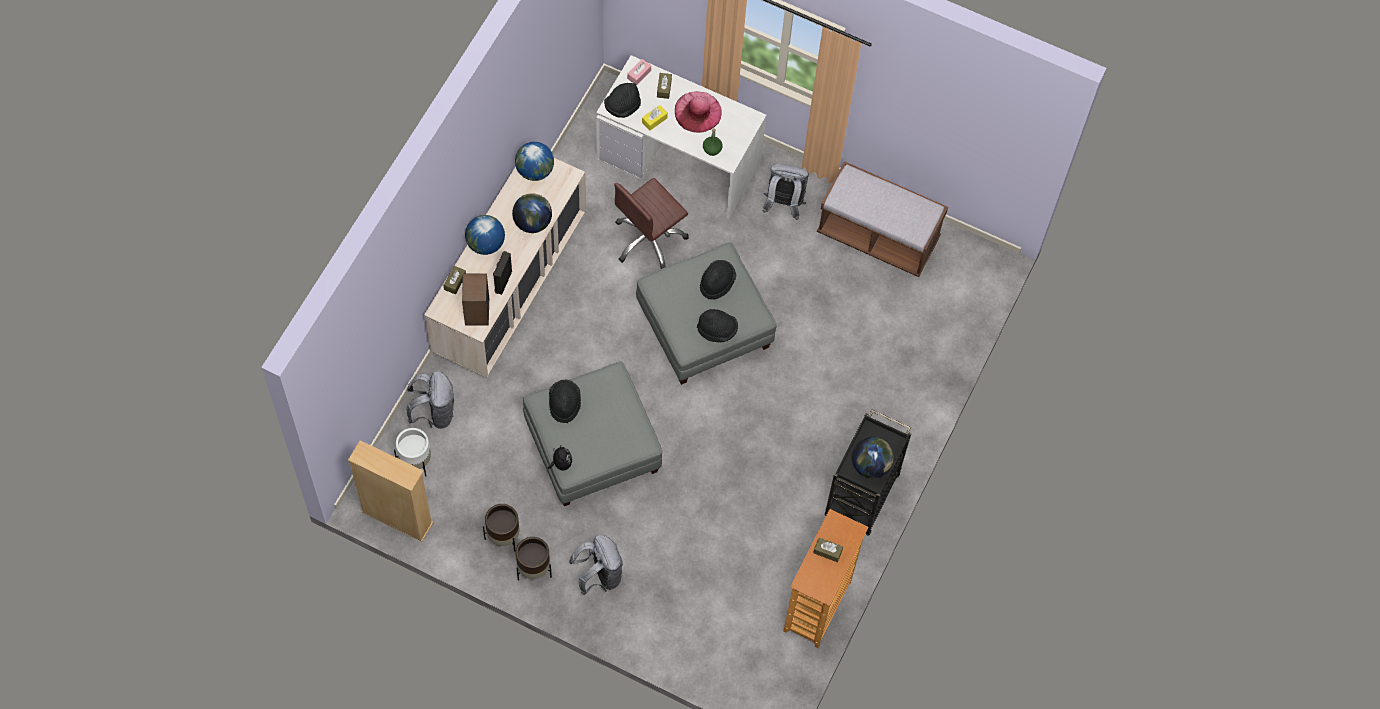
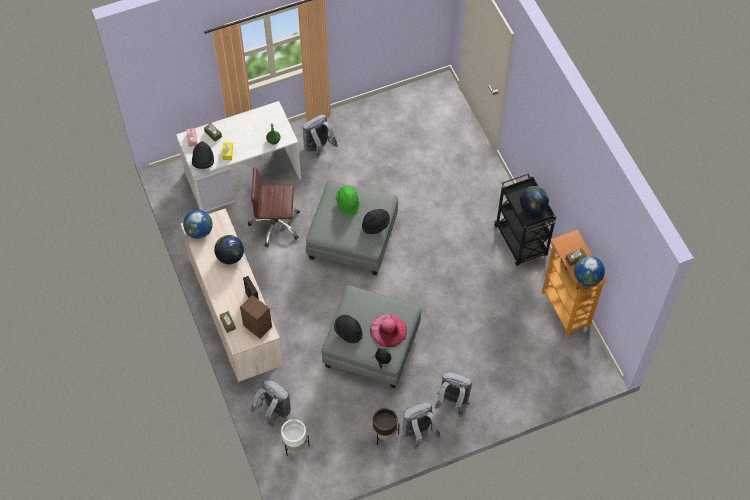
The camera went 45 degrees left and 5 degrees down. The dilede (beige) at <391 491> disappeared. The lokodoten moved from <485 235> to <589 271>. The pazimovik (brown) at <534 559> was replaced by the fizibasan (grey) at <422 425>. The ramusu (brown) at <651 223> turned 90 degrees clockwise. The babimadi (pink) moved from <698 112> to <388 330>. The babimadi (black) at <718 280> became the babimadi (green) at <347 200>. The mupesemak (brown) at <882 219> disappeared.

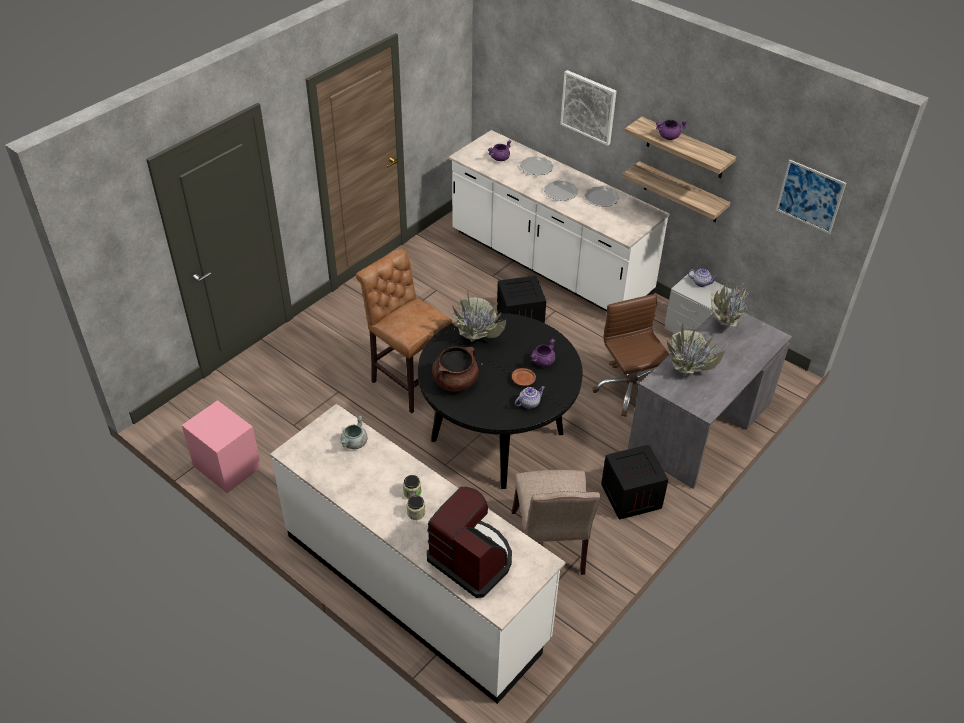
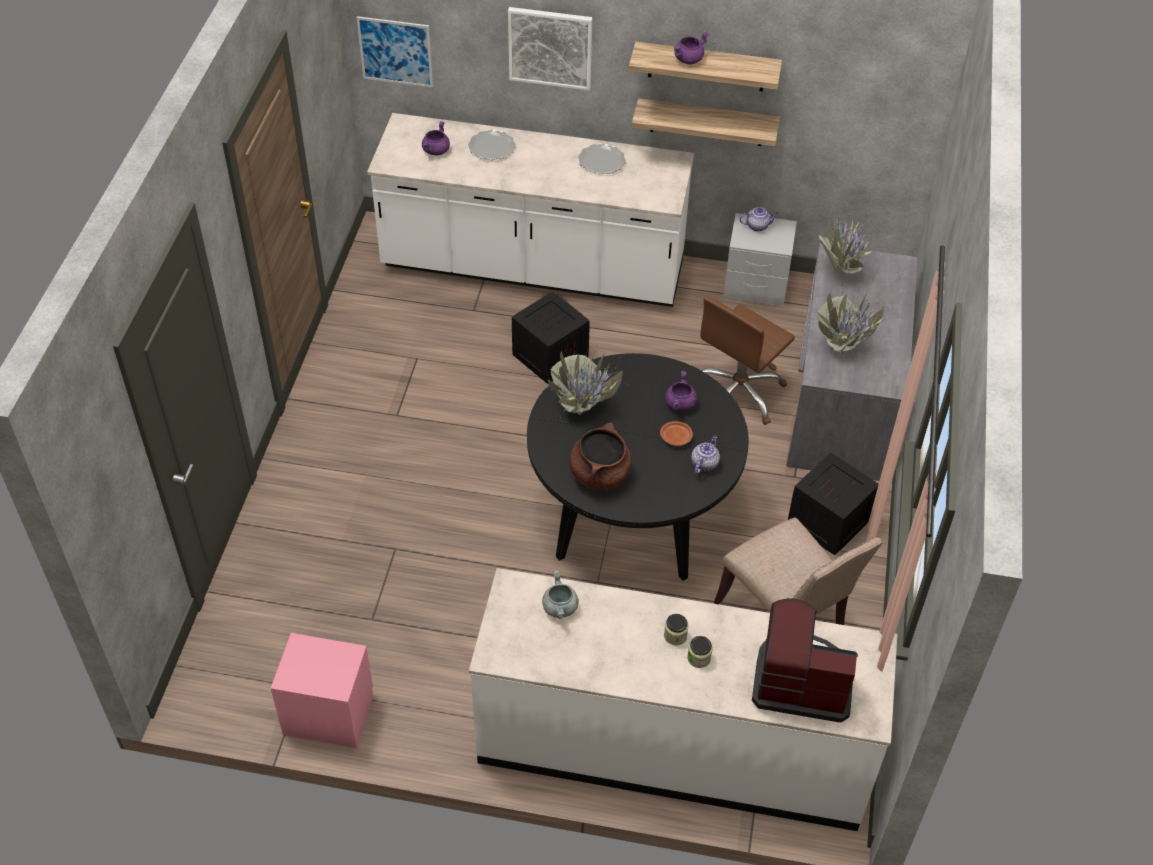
The camera went 30 degrees left and 5 degrees up. The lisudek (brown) at <404 330> disappeared. The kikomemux at <561 191> disappeared. The ramusu (brown) at <631 355> turned 90 degrees counterclockwise. The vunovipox moved from <811 197> to <395 52>.

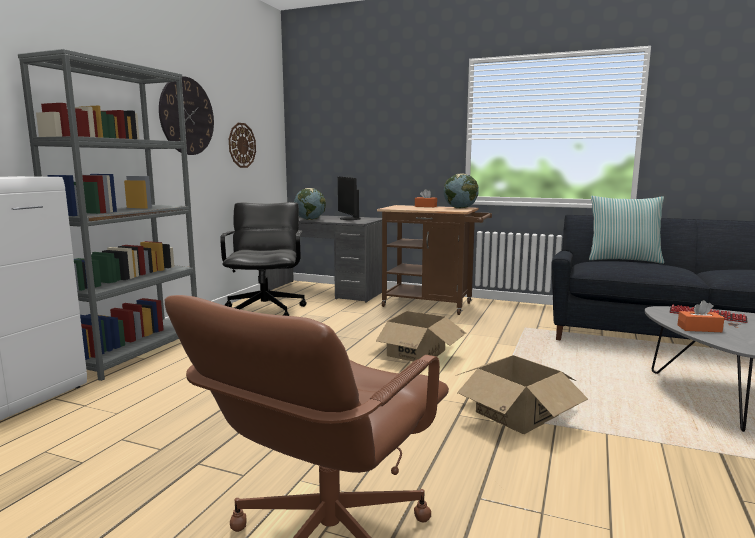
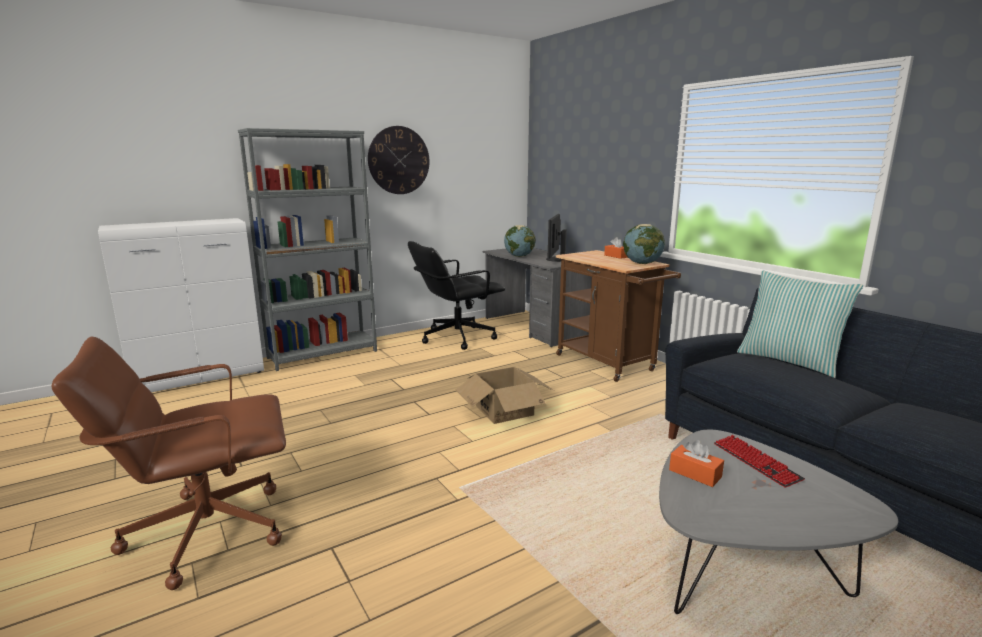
The camera went 35 degrees right and 5 degrees up. The ramusu (black) at <263 259> turned 150 degrees counterclockwise. The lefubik at <242 145> disappeared. The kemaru at <521 394> disappeared.

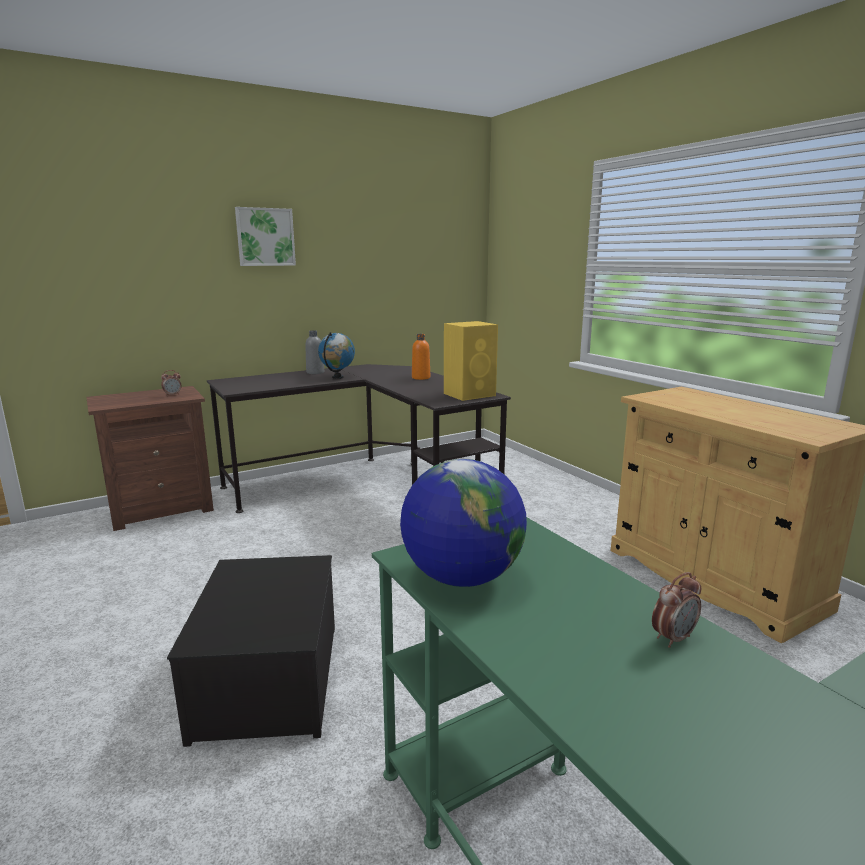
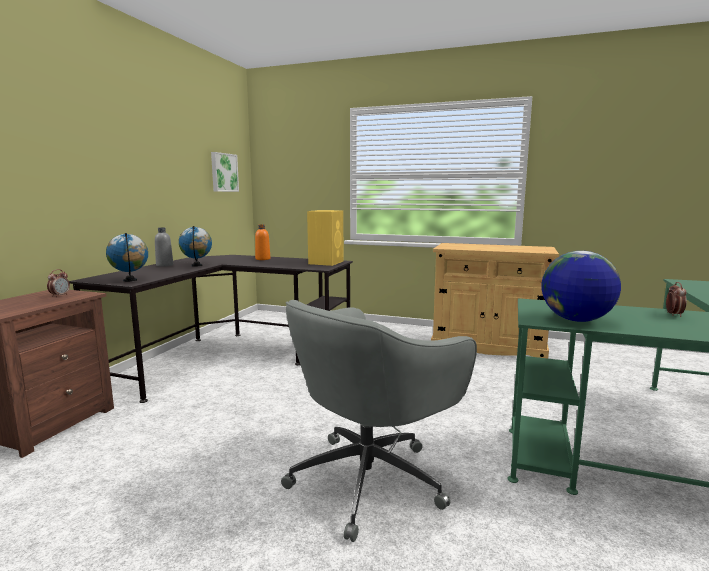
The camera went 40 degrees left and 5 degrees down. The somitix at <251 651> was replaced by the ramusu (grey) at <379 421>. The vunovipox moved from <265 236> to <225 172>. The lokodoten at <127 257> appeared.

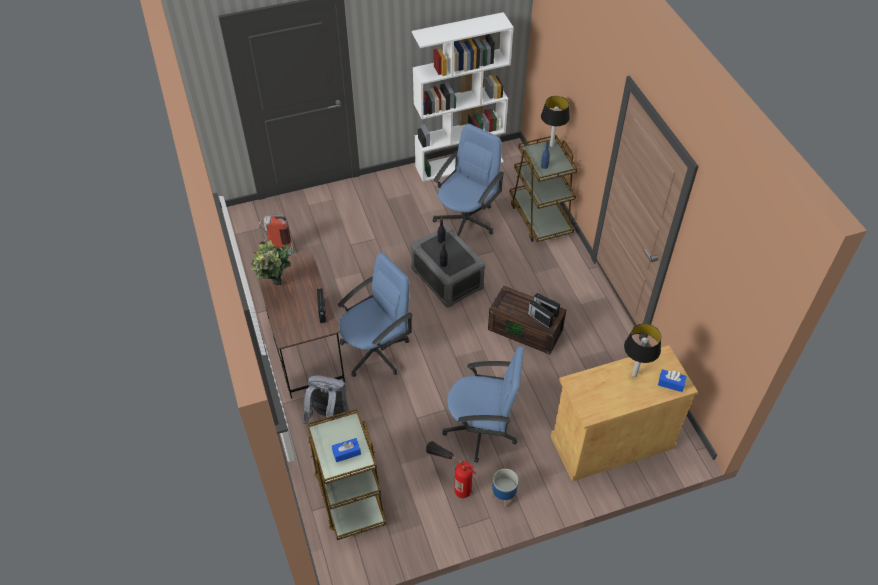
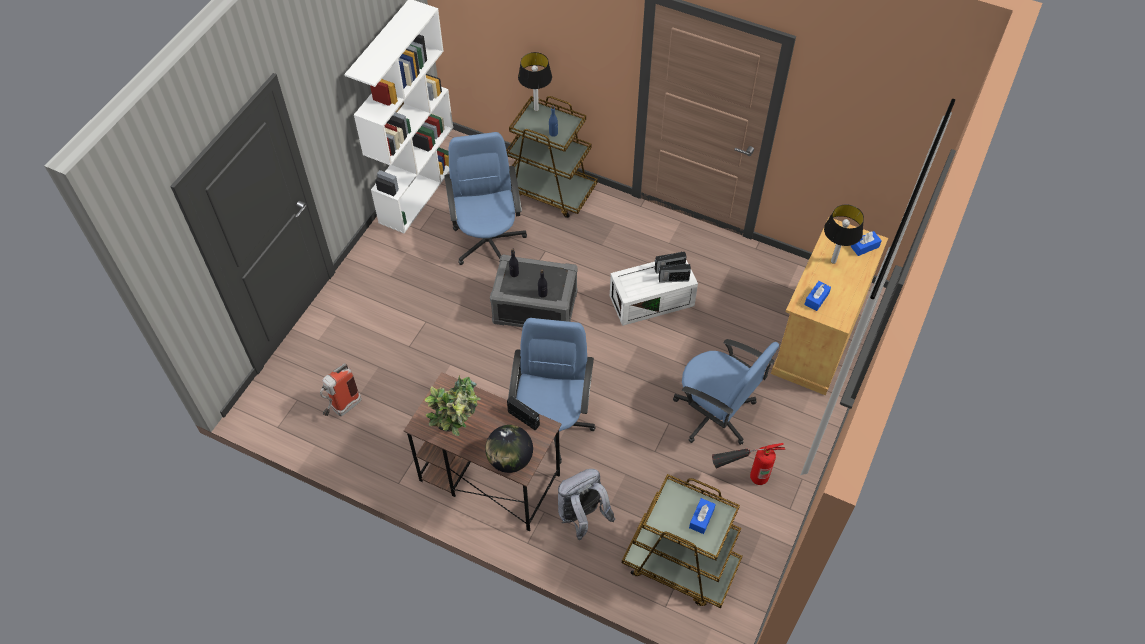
The camera went 45 degrees left and 5 degrees up. The ramusu (blue) at <483 404> turned 75 degrees clockwise. The somitix (brown) at <527 320> became the somitix (white) at <654 293>. The pazimovik at <505 488> disappeared. The lokodoten at <509 449> appeared. The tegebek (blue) at <817 296> appeared.

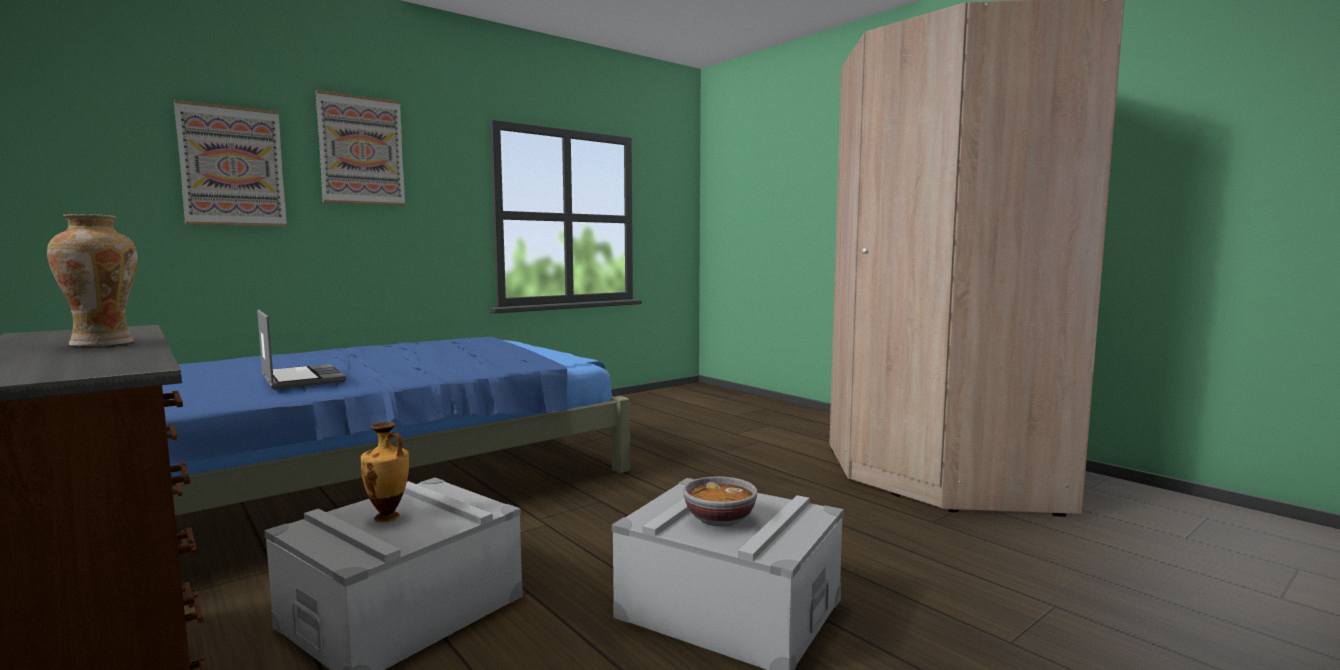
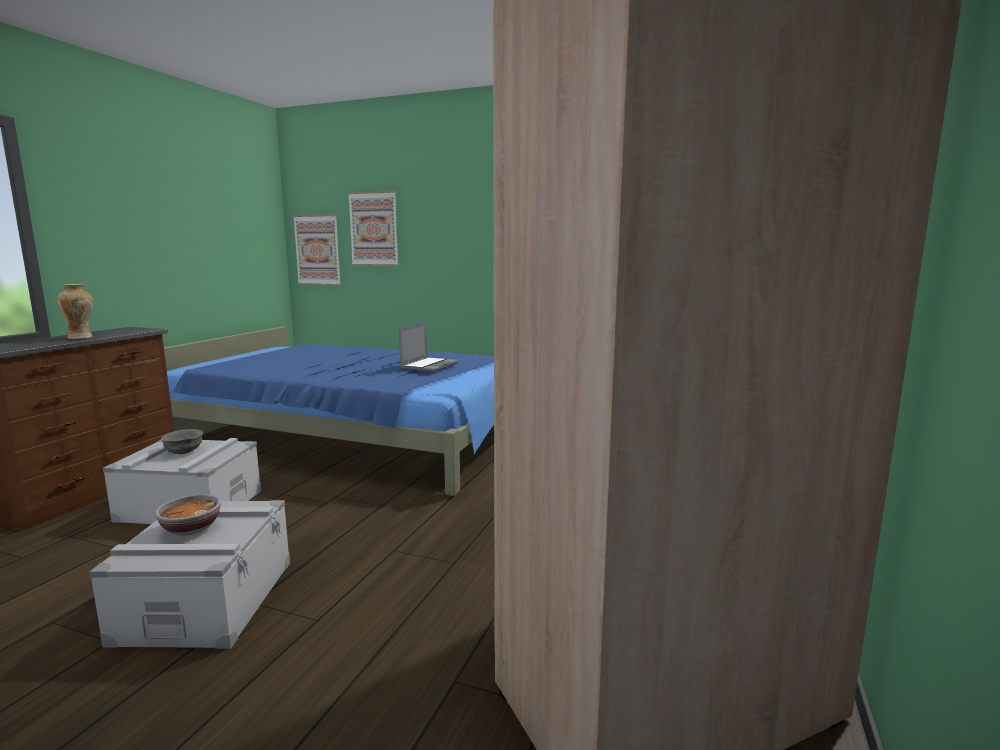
The camera went 60 degrees right and 5 degrees up. The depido moved from <301 350> to <428 347>. The vunovipox moved from <360 147> to <317 250>. The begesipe at <385 472> was replaced by the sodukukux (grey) at <182 441>.

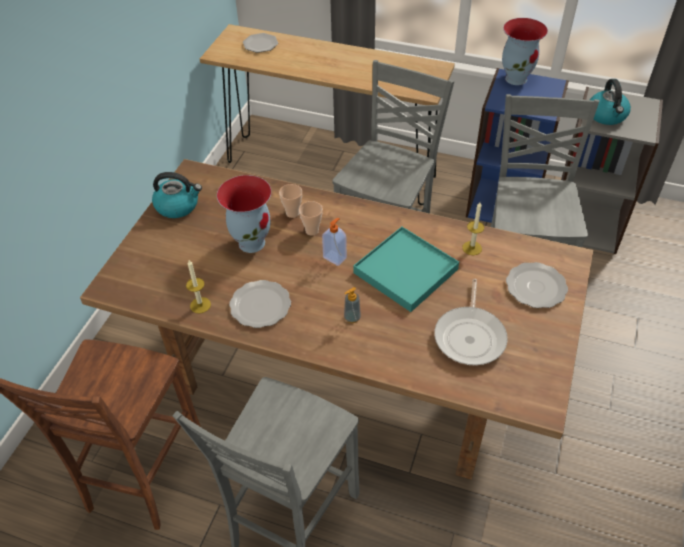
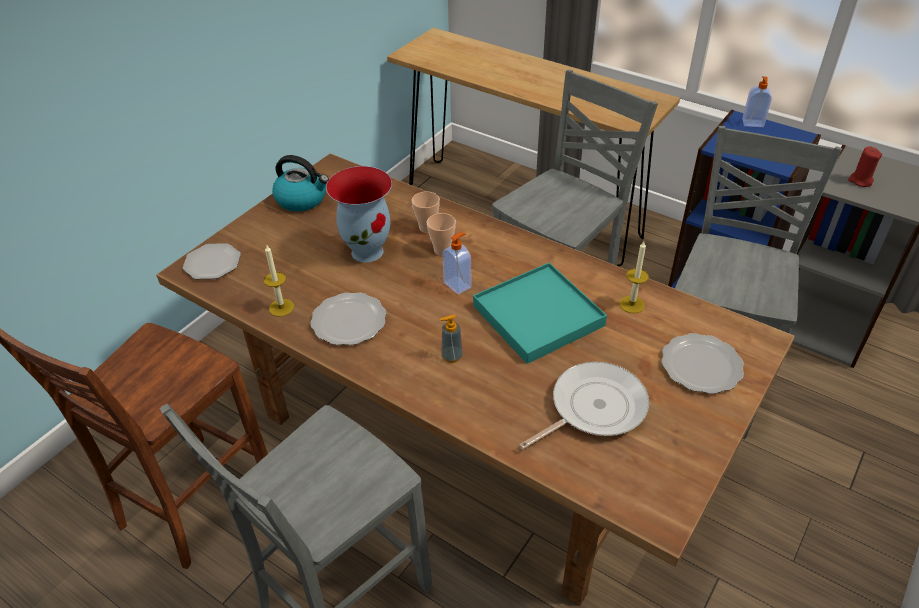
The camera went 15 degrees right and 5 degrees down. The kikomemux moved from <260 43> to <212 261>. The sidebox at <471 322> turned 150 degrees counterclockwise. The begesipe at <525 51> was replaced by the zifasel at <757 102>. The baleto at <610 102> was replaced by the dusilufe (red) at <865 166>.

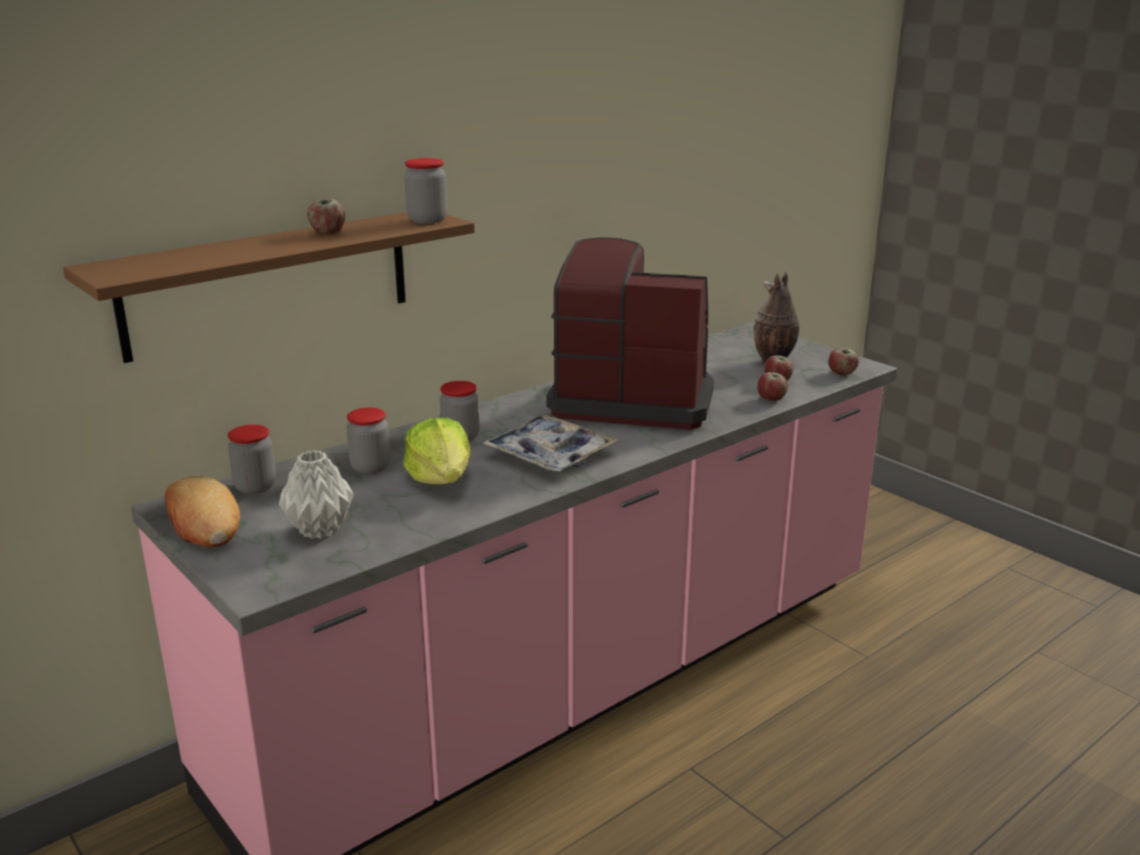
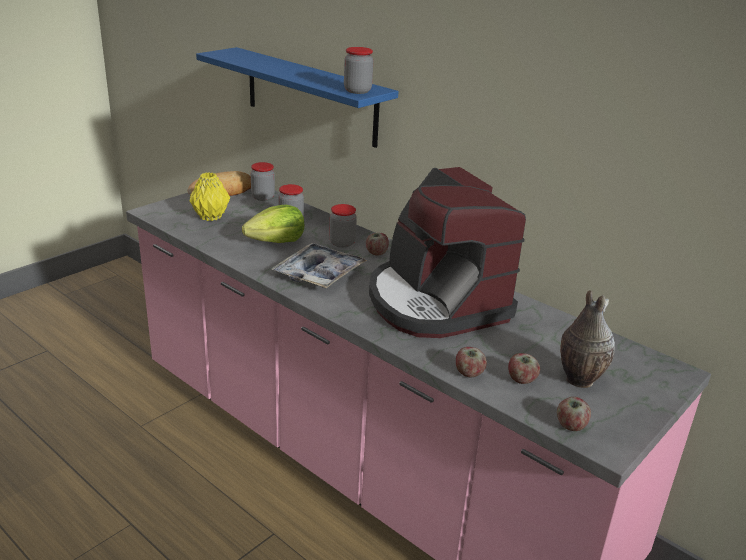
The camera went 80 degrees right and 5 degrees up. The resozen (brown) at <269 287> became the resozen (blue) at <297 97>. The begesipe (grey) at <316 495> became the begesipe (yellow) at <209 196>. The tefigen moved from <326 216> to <377 244>. The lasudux at <630 333> turned 150 degrees clockwise.

